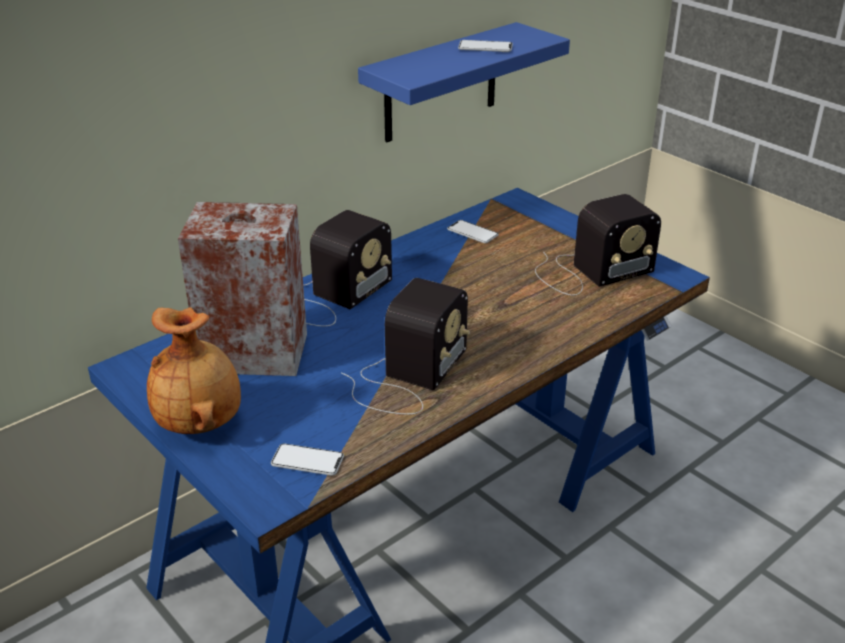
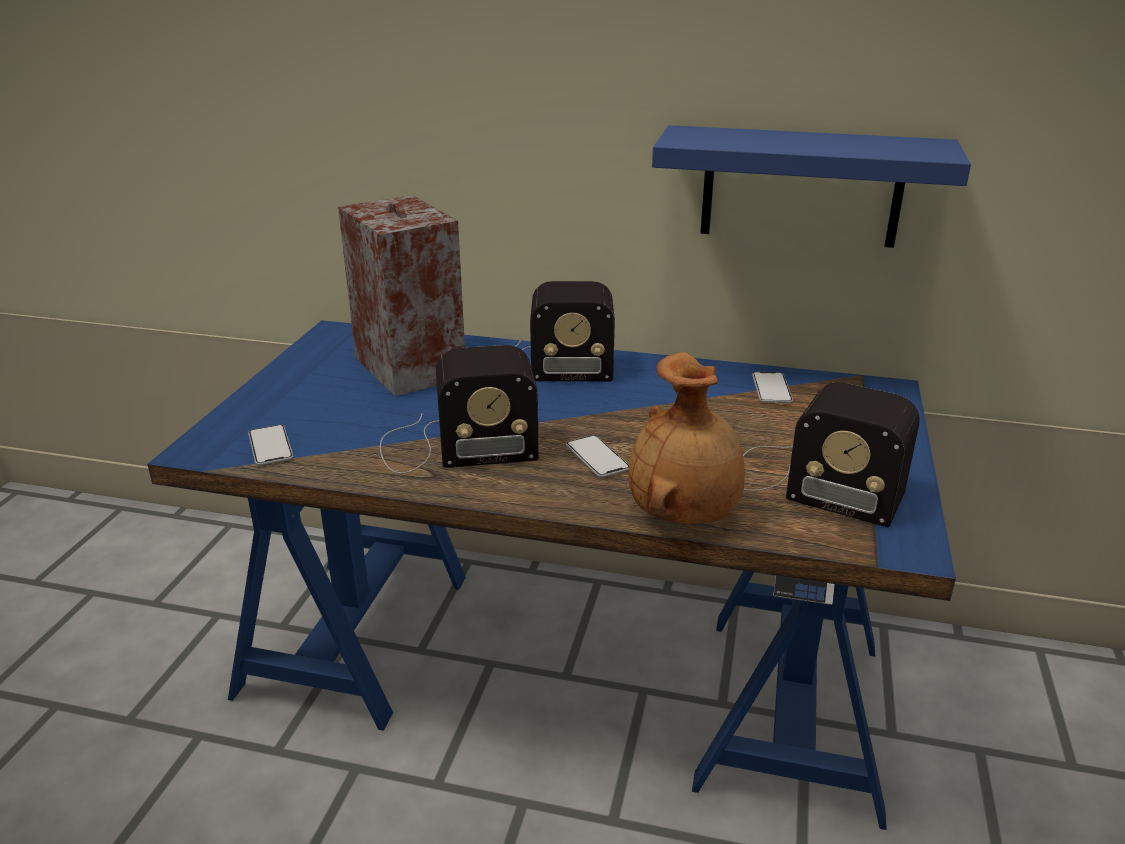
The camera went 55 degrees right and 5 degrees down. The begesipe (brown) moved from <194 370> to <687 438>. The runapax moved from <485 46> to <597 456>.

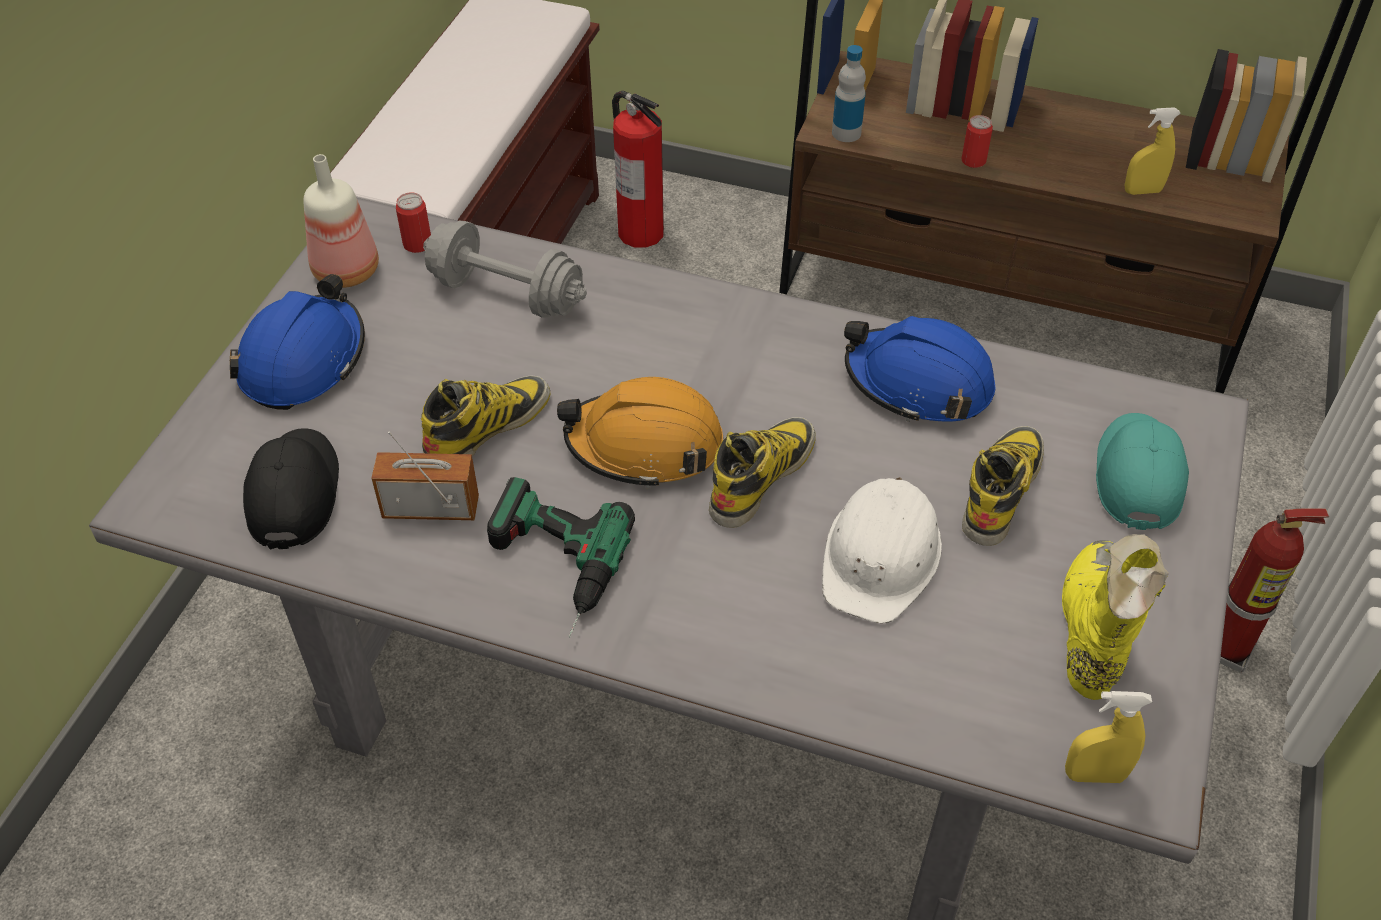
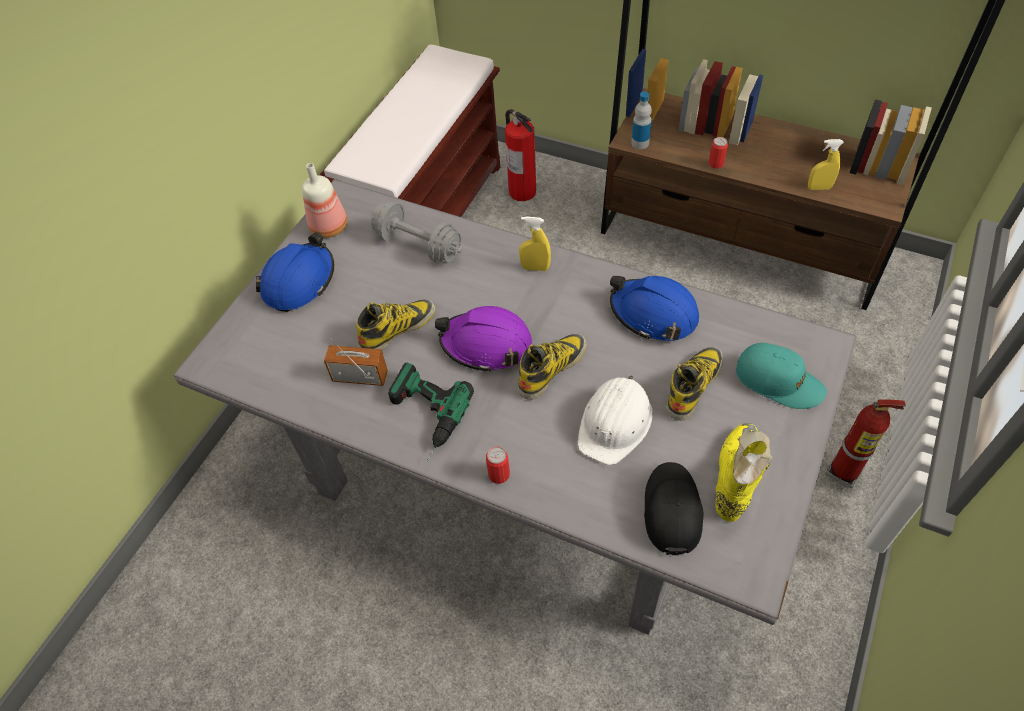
The camera went 10 degrees right and 5 degrees up. The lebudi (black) moved from <291 489> to <674 508>. The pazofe moved from <413 222> to <498 465>. The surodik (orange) at <640 433> became the surodik (purple) at <483 339>. The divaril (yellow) moved from <1108 737> to <535 243>. The lebudi (turquoise) at <1142 471> turned 105 degrees clockwise.

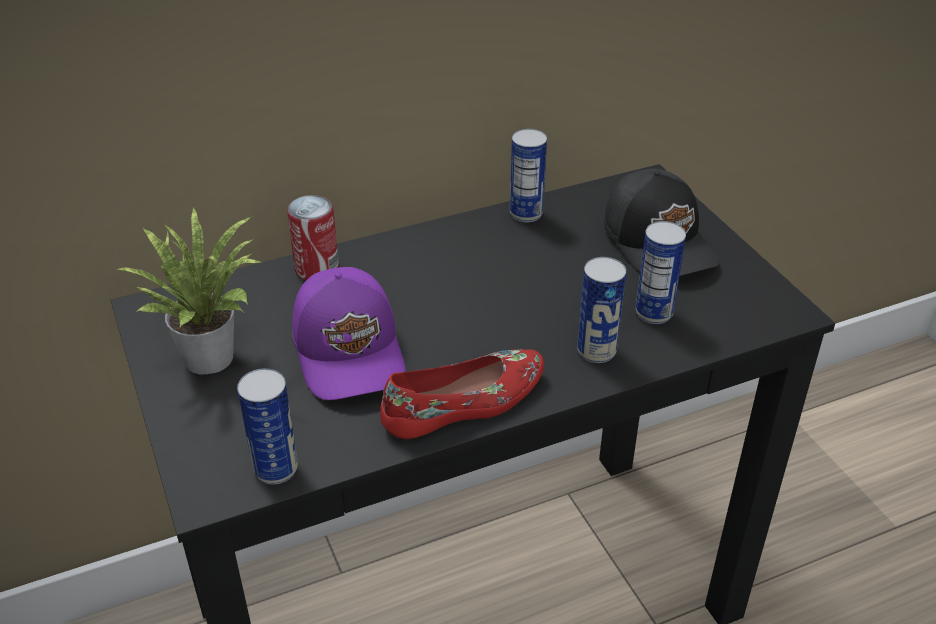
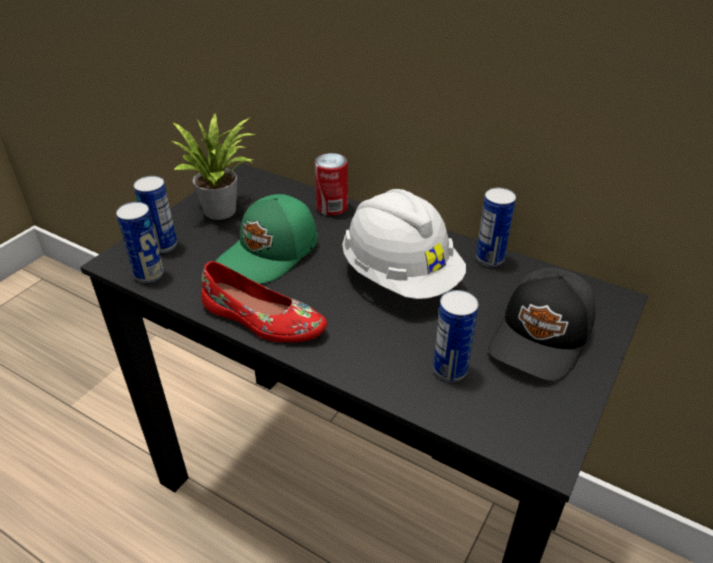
The camera went 55 degrees right and 0 degrees up. The lebudi (purple) at <349 333> became the lebudi (green) at <266 239>. The pazofe moved from <601 310> to <155 214>. The surodik (white) at <404 244> appeared.

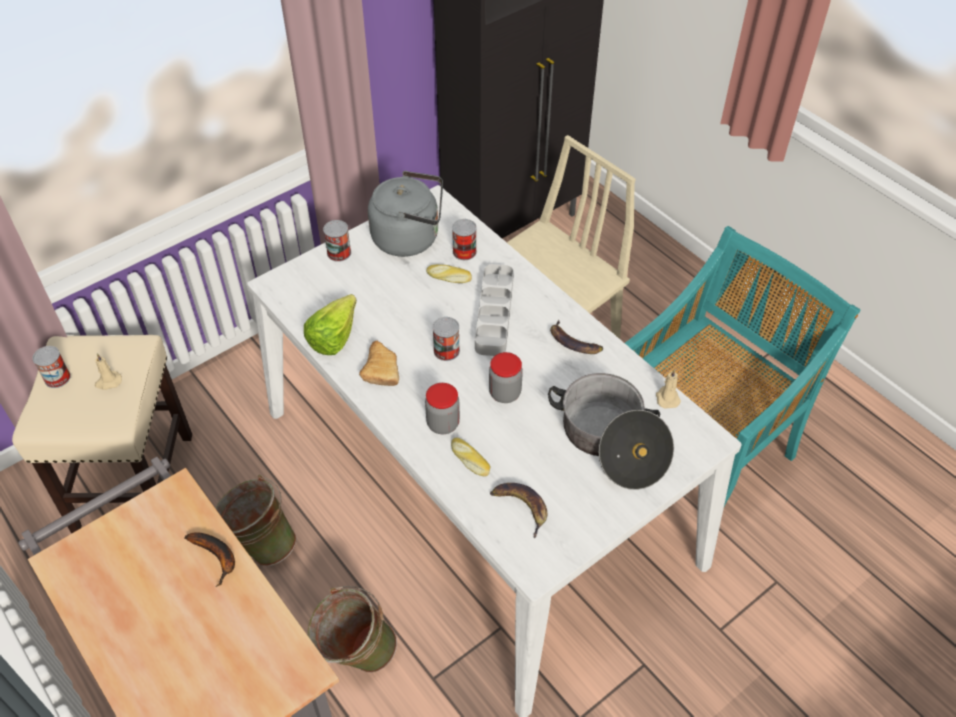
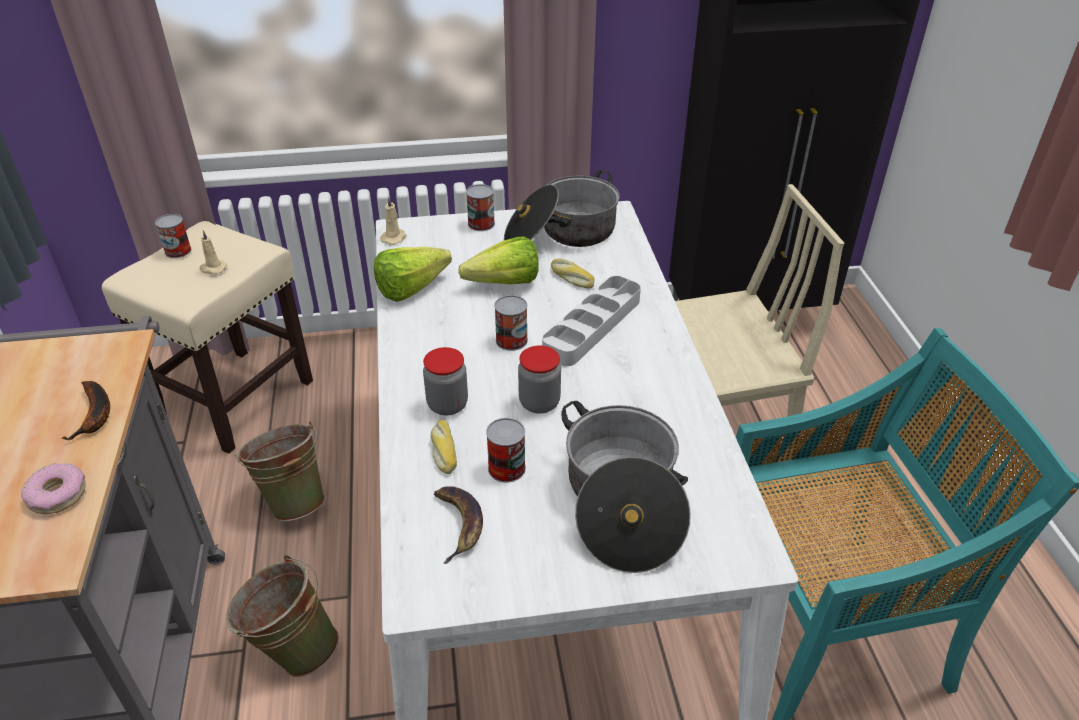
The camera went 30 degrees right and 10 degrees down. The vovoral at <379 363> disappeared. The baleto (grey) at <405 214> was replaced by the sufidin at <561 208>. The pazofe moved from <464 239> to <506 450>. The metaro at <576 337> disappeared. The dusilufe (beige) moved from <668 389> to <393 221>. The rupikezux at <53 488> appeared. The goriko at <498 260> appeared.

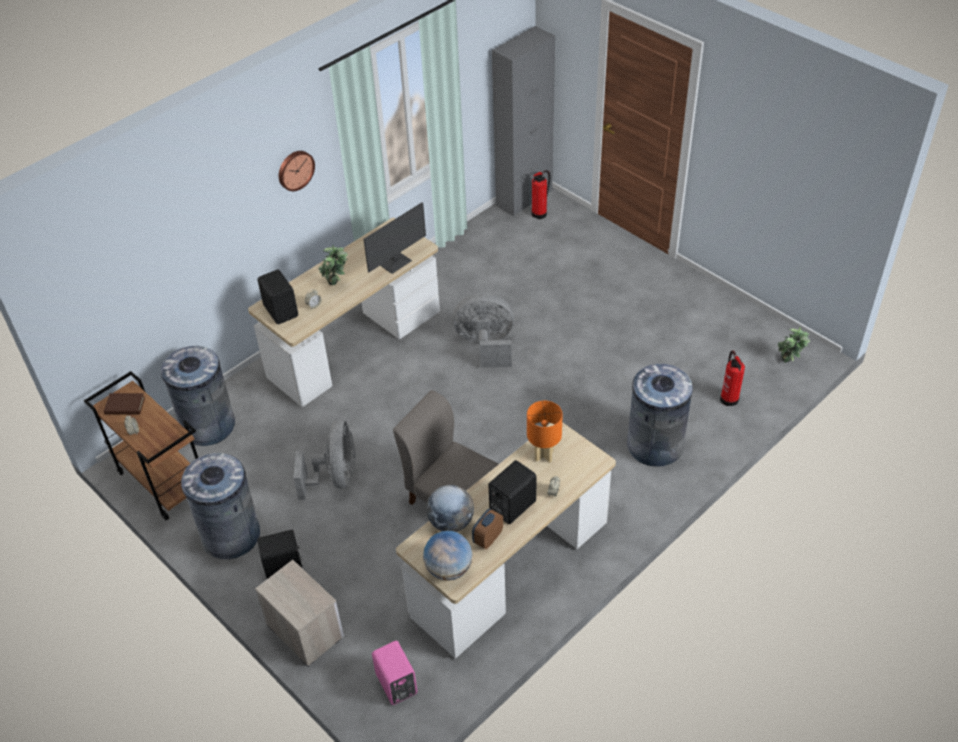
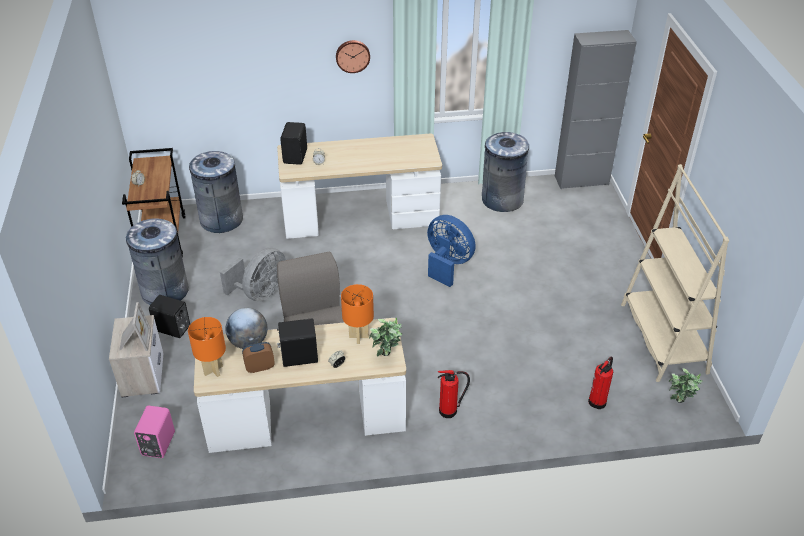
The camera went 35 degrees right and 5 degrees down. The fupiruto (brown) at <124 404> disappeared. The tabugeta moved from <333 265> to <385 337>. The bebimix at <395 238> disappeared. The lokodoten at <447 555> was replaced by the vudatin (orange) at <207 347>. The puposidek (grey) at <483 330> became the puposidek (blue) at <451 251>. The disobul moved from <541 194> to <454 394>. The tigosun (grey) moved from <660 415> to <505 172>. The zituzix at <135 326> appeared. The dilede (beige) at <675 273> appeared.

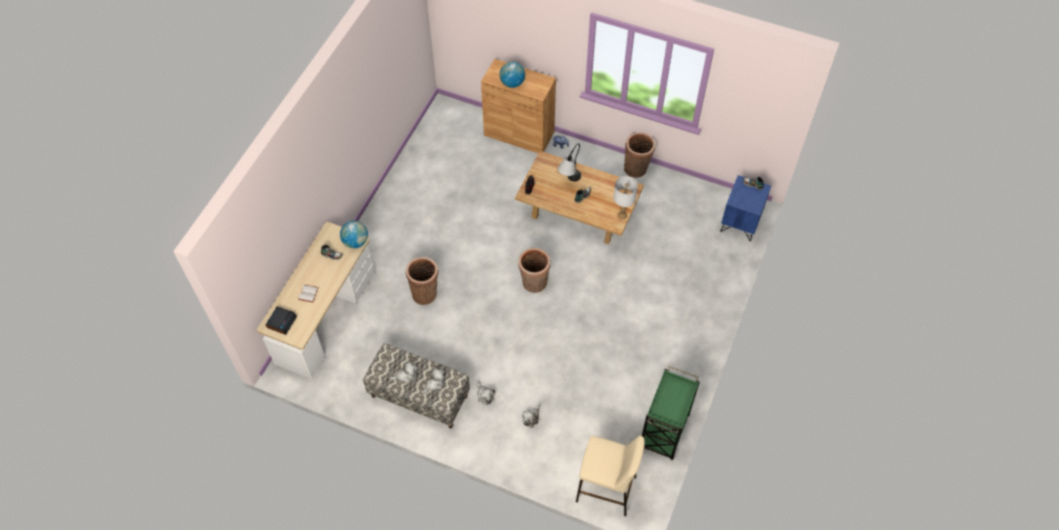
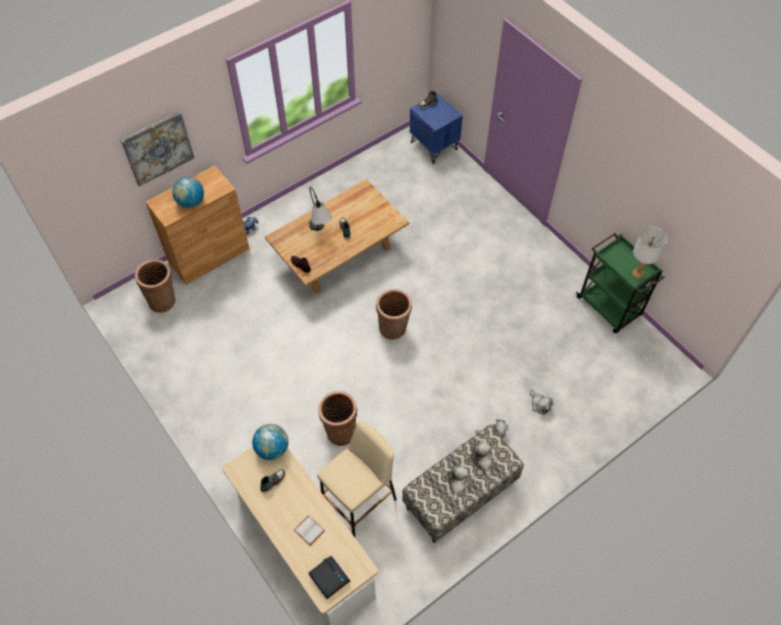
The camera went 60 degrees left and 0 degrees up. The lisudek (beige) moved from <610 475> to <357 479>. The vudatin (white) moved from <626 197> to <649 253>. The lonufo moved from <639 155> to <155 286>. The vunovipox at <157 149> appeared.

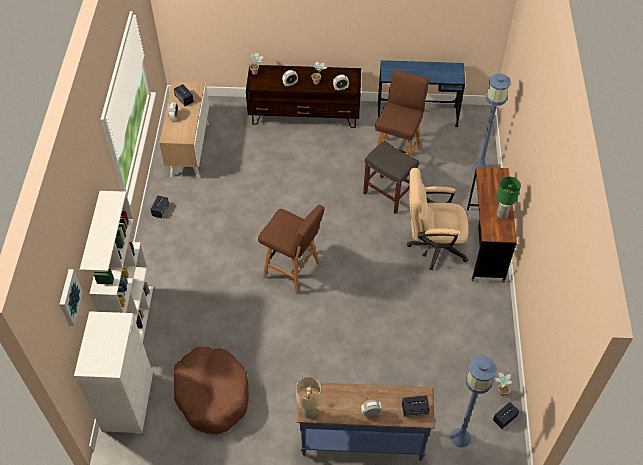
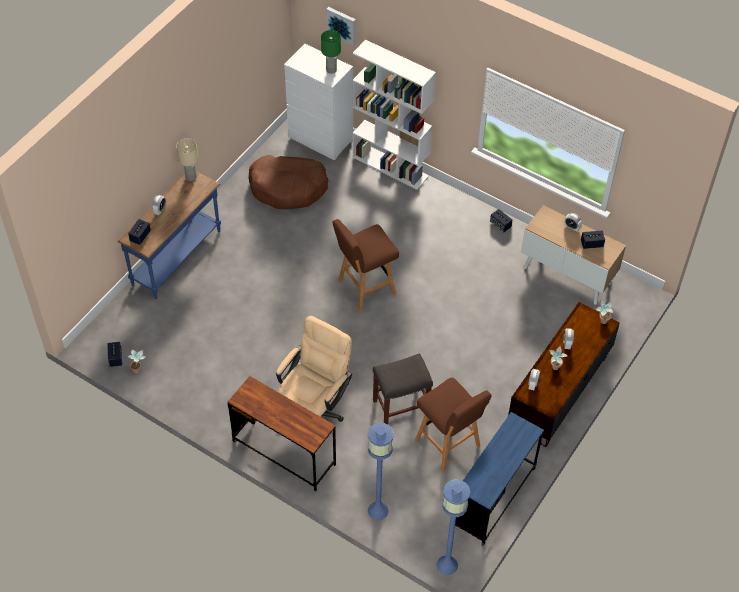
The camera went 120 degrees right and 0 degrees up. The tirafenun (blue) moved from <473 401> to <453 527>. The vudatin (green) moved from <508 198> to <331 52>.

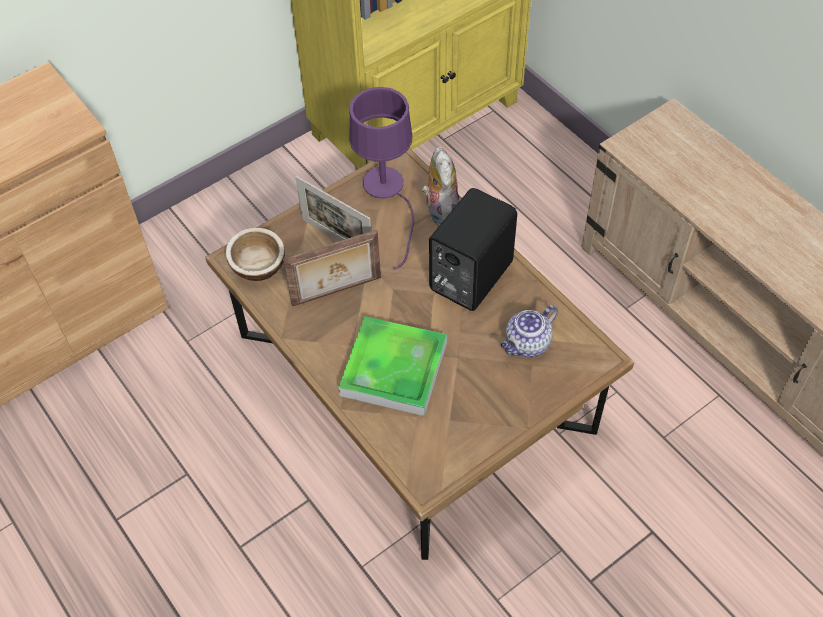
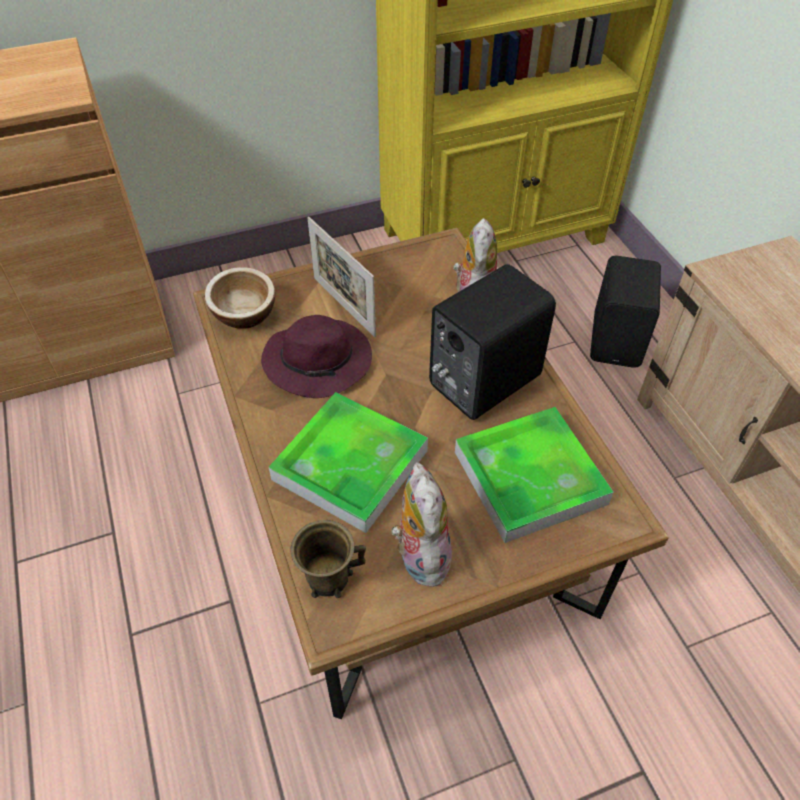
The camera went 15 degrees right and 5 degrees down. The zituzix at <332 268> was replaced by the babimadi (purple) at <316 356>. The vudatin (purple) at <381 178> disappeared. The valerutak at <529 331> was replaced by the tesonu at <534 475>. The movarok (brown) at <328 559> appeared. The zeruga at <421 524> appeared. The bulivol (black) at <625 312> appeared.

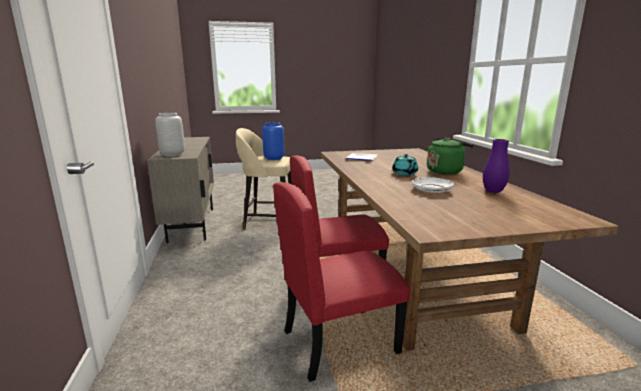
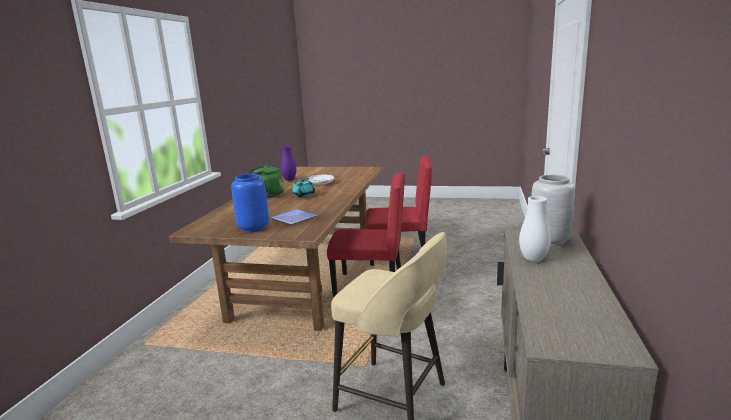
The camera went 155 degrees left and 0 degrees up. The begesipe (blue) moved from <273 141> to <250 203>. The begesipe (white) at <535 229> appeared.

